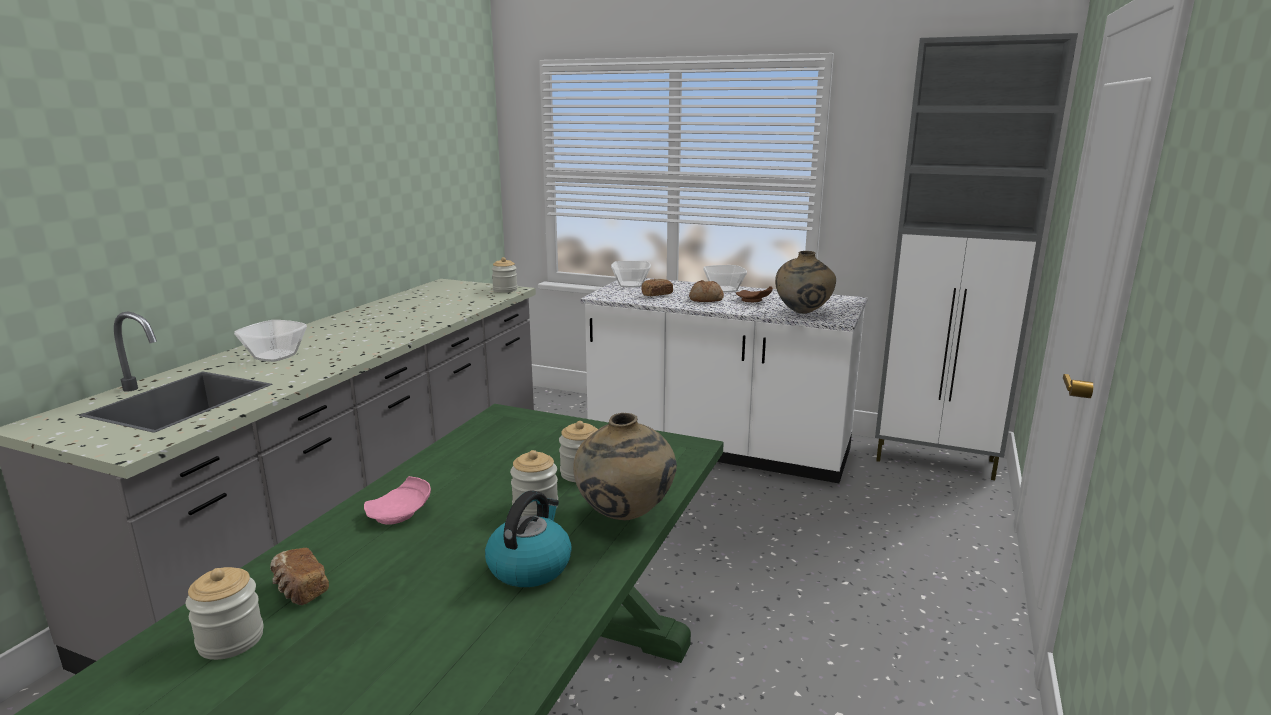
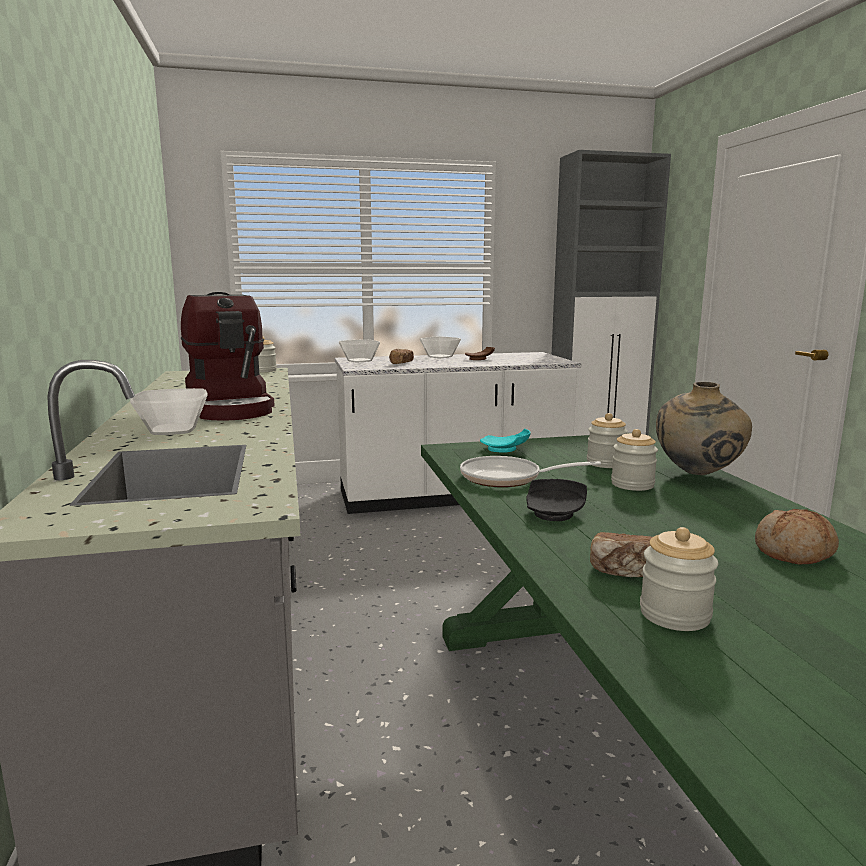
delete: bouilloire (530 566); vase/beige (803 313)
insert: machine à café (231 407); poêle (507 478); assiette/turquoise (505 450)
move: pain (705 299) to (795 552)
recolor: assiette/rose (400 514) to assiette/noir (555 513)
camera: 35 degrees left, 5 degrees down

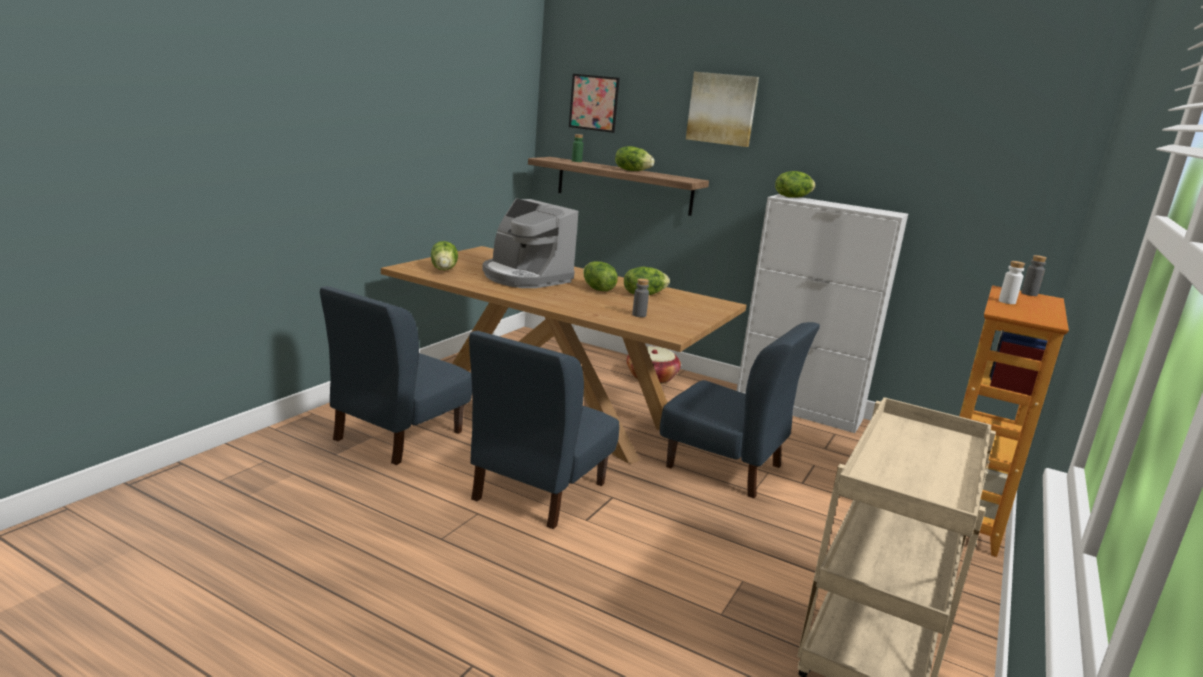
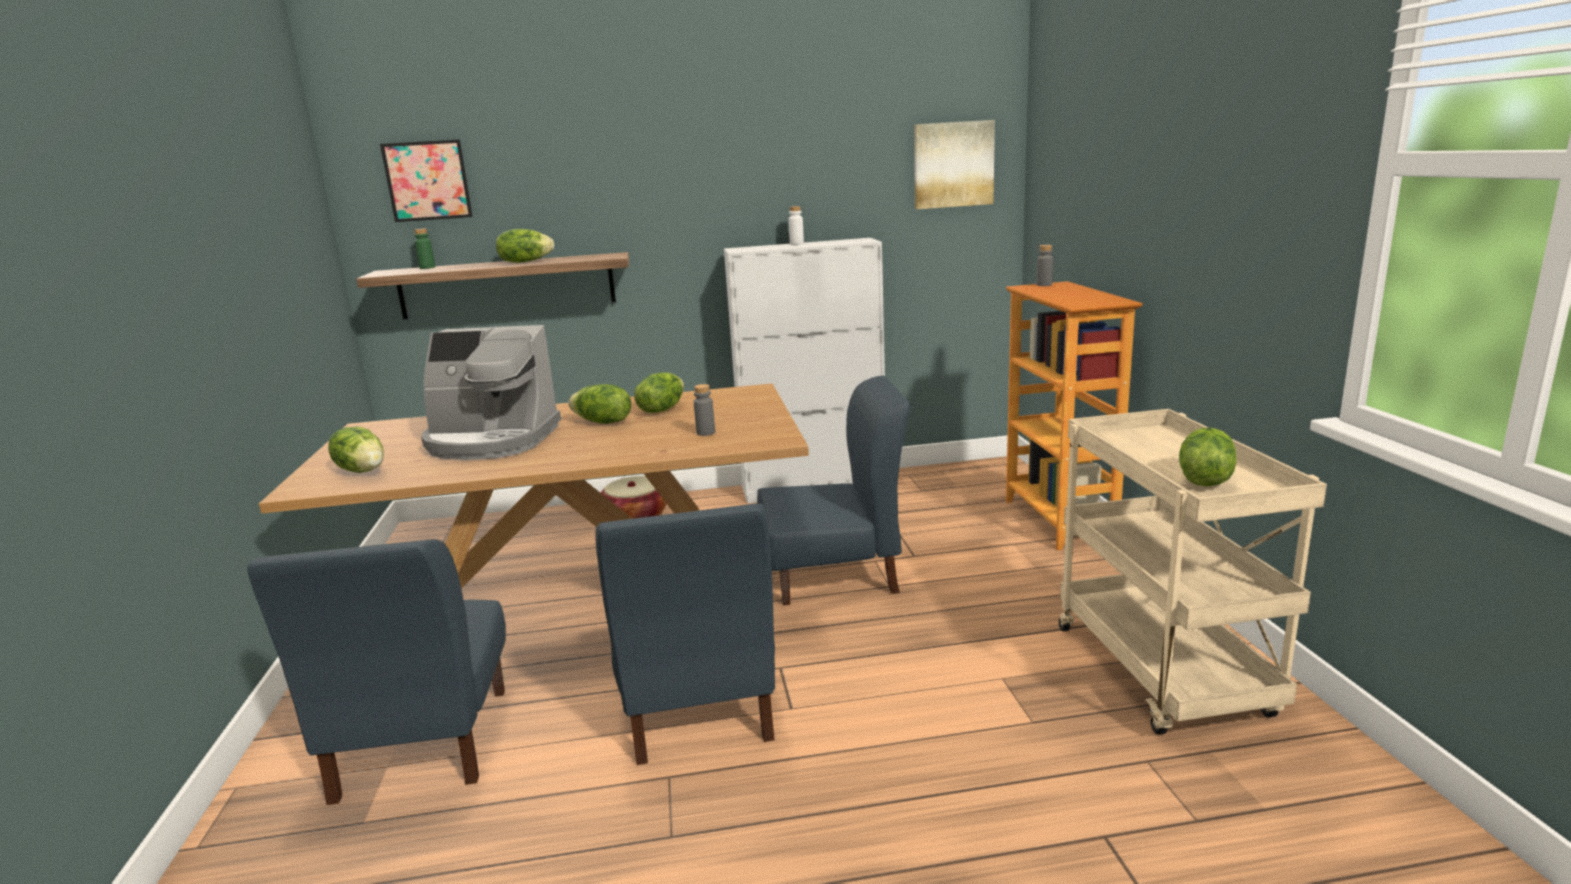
move: tableau (722 109) to (953 164); laitue (792 197) to (1203 479); bouteille/blanc (1007 302) to (796 243)
camera: 35 degrees left, 0 degrees up

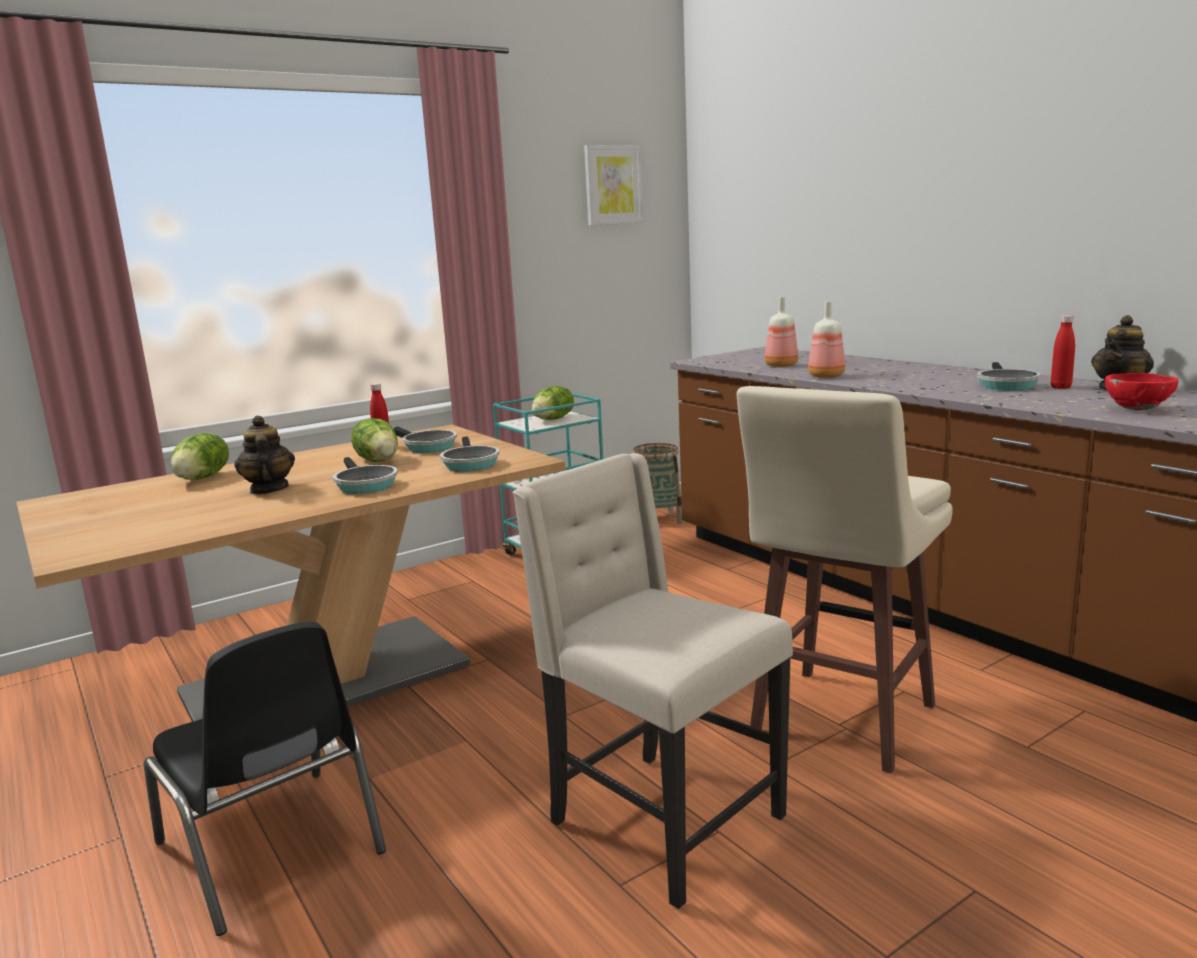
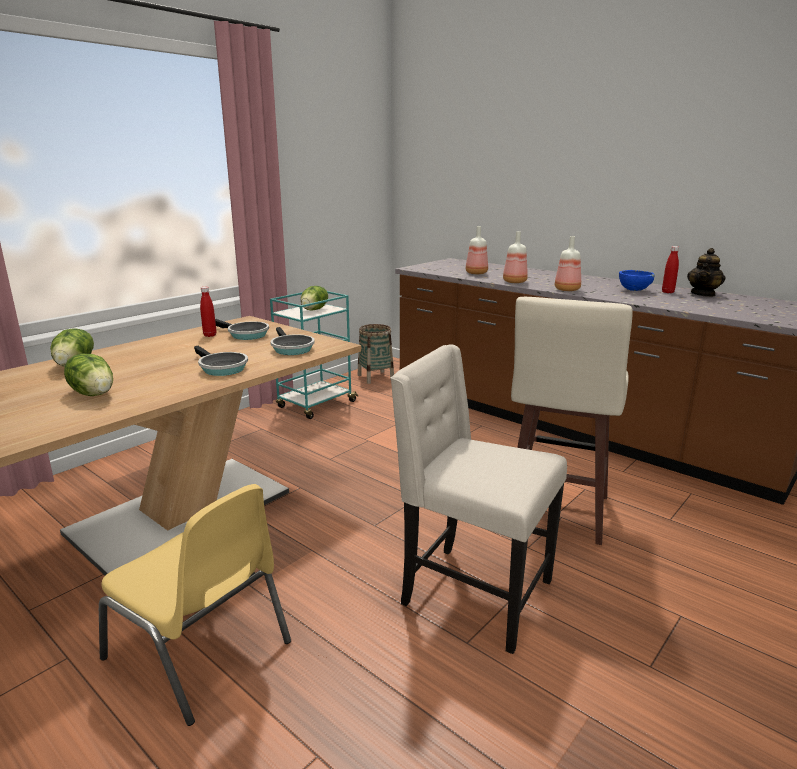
delete: théière (268 490); tableau (613 185); bol/rouge (1137 409)
insert: bouteille (566 289)
move: laitue (379 461) to (94 393)
replace: poêle (1005 385) to bol/bleu (634 290)
recolor: chaise/noir (272 849) to chaise/jaune (200 651)
camera: 15 degrees left, 5 degrees up

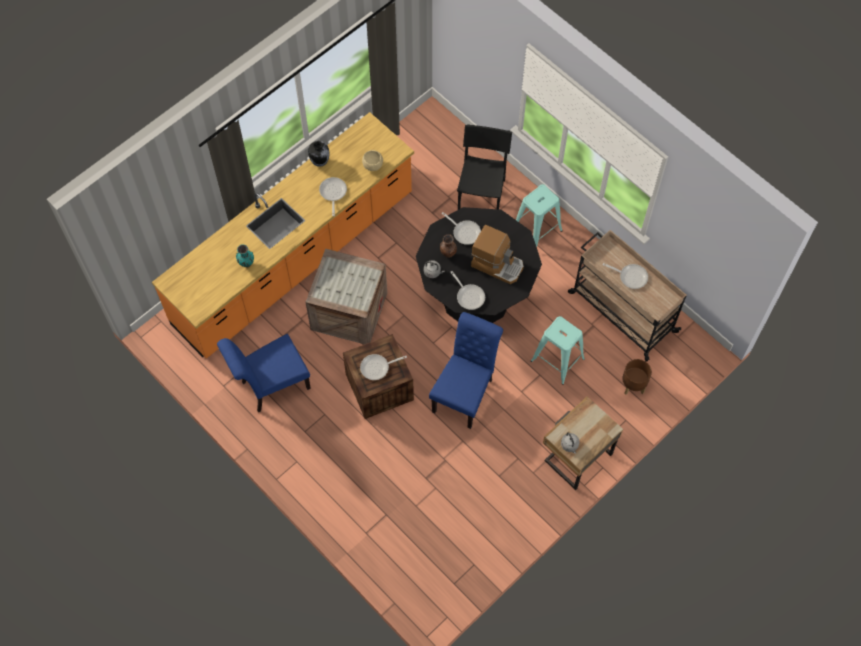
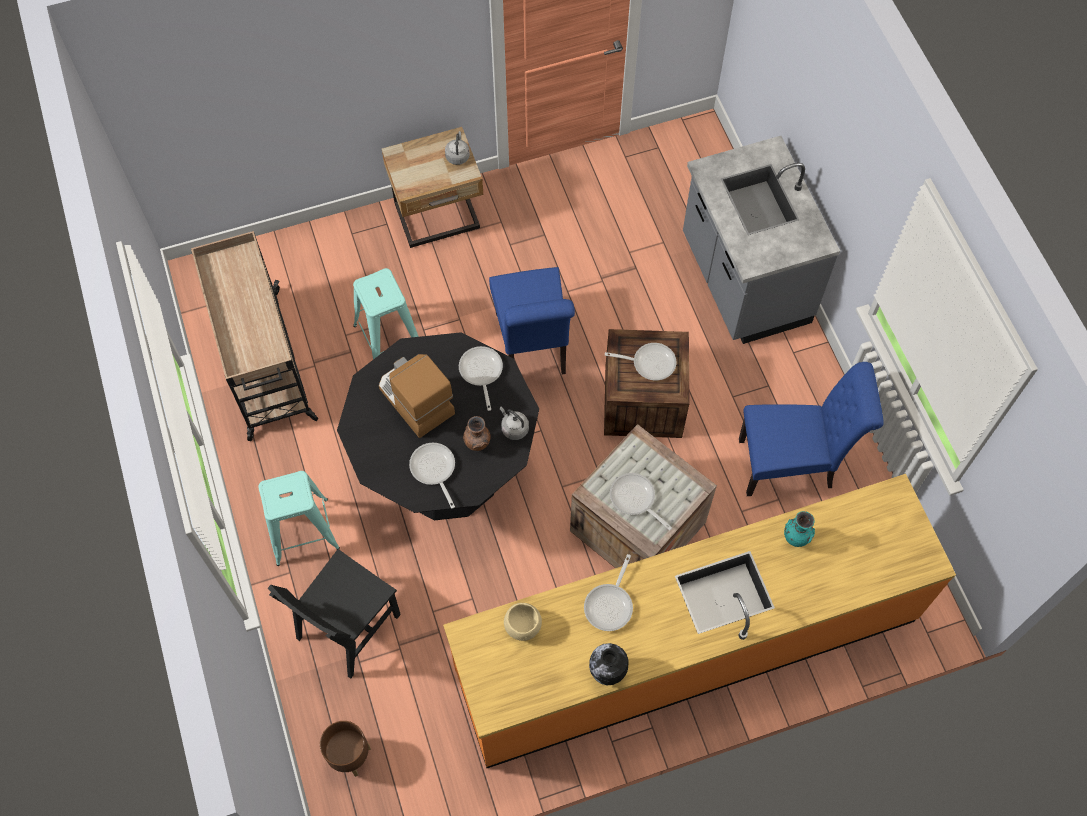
insert: comptoir de cuisine/gris (743 281)
move: poêle (630 276) to (635 499); cache-pot/marron (633 385) to (349 756)
rotate: chaise/bleu (465 392) = (532 348) 60 degrees counterclockwise
camera: 155 degrees left, 0 degrees up

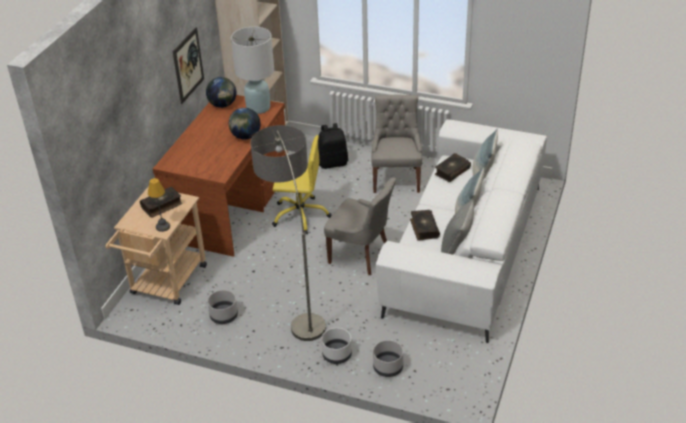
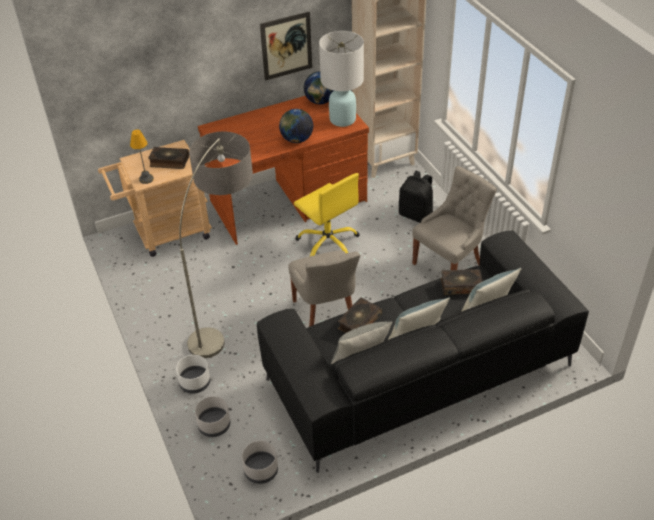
move: cache-pot/gris (224 316) to (260 471)
recolor: canapé/blanc (465 249) to canapé/noir (419 372)
camera: 45 degrees right, 5 degrees up

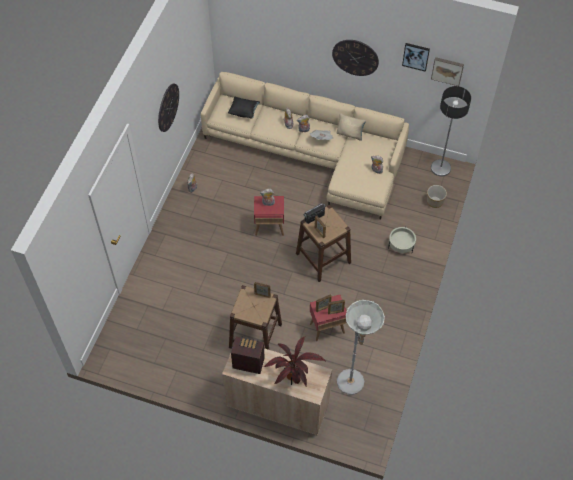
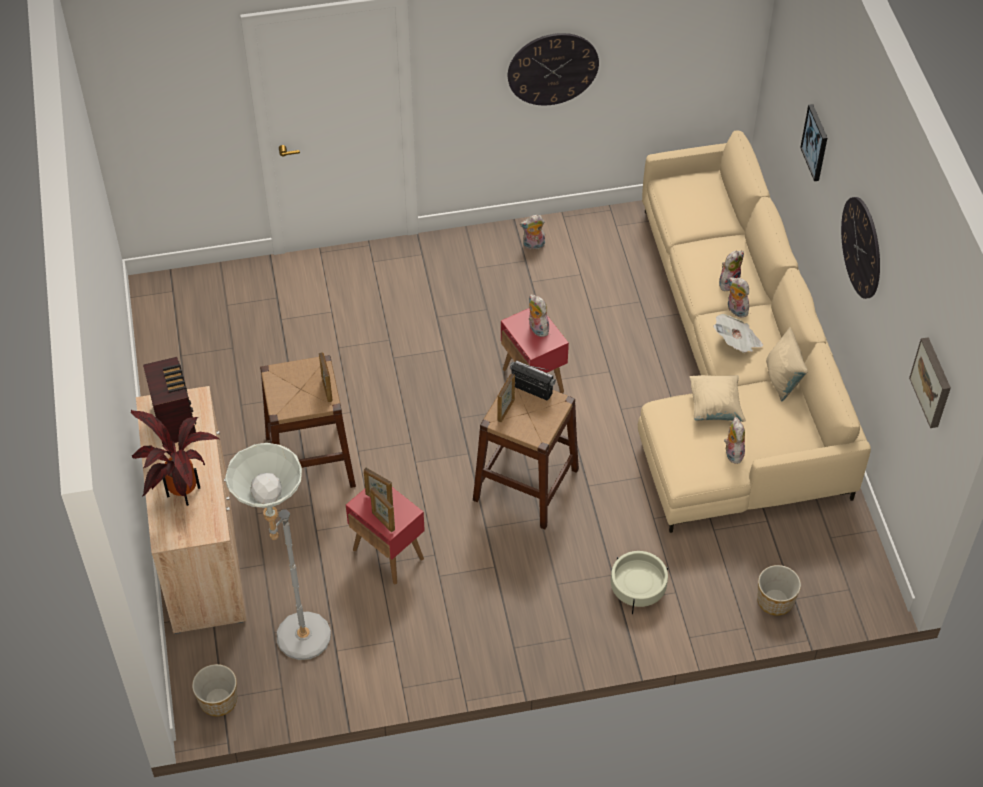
delete: coussin/noir (244 112); lampadaire (441 168)
insert: cache-pot (217 700); coussin/beige (715 407)
move: tableau (416 56) to (816 142)
camera: 60 degrees right, 5 degrees down

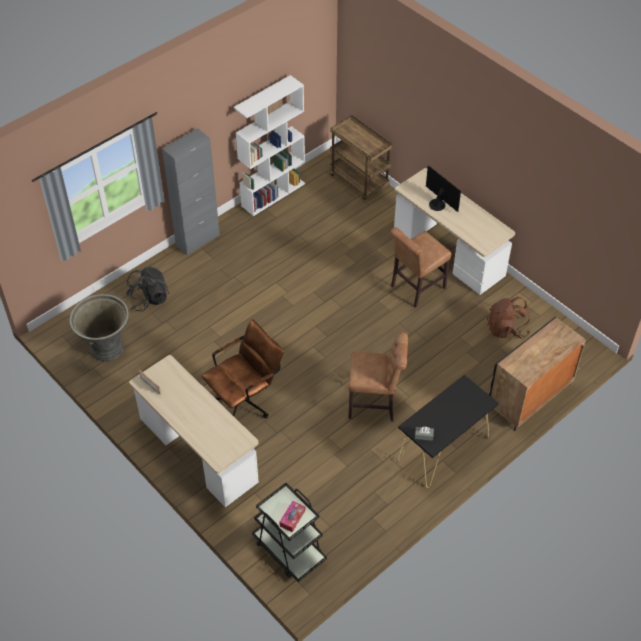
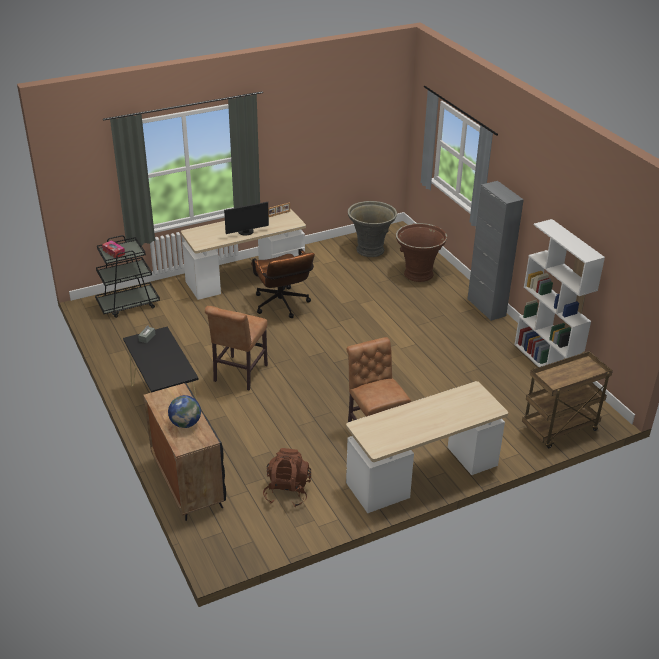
insert: globe (185 423)
move: écran d'ordinateur (438 204) to (246 232)
replace: sac à dos/noir (148 299) to cache-pot/marron (418 274)
camera: 105 degrees right, 15 degrees down

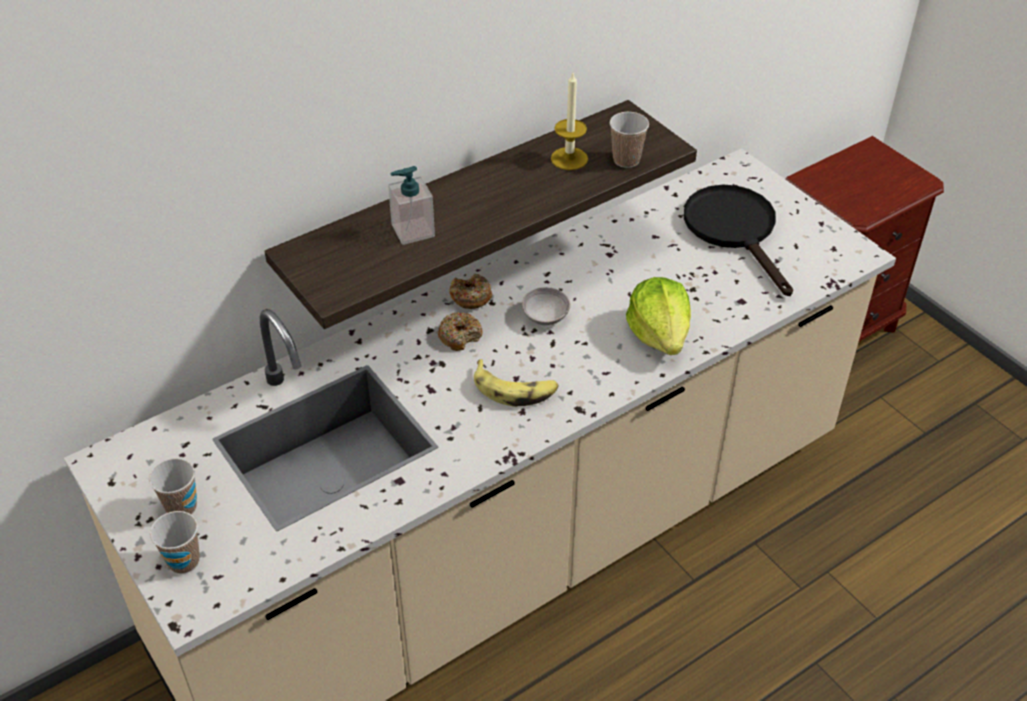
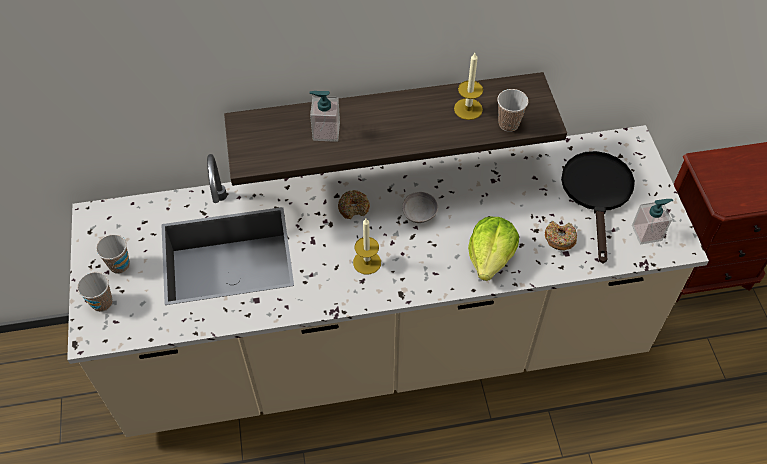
insert: distributeur de savon (647 233)
move: beignet (470 297) to (559 239)
replace: banane (515 389) to bougie (367 262)
camera: 25 degrees right, 10 degrees up

